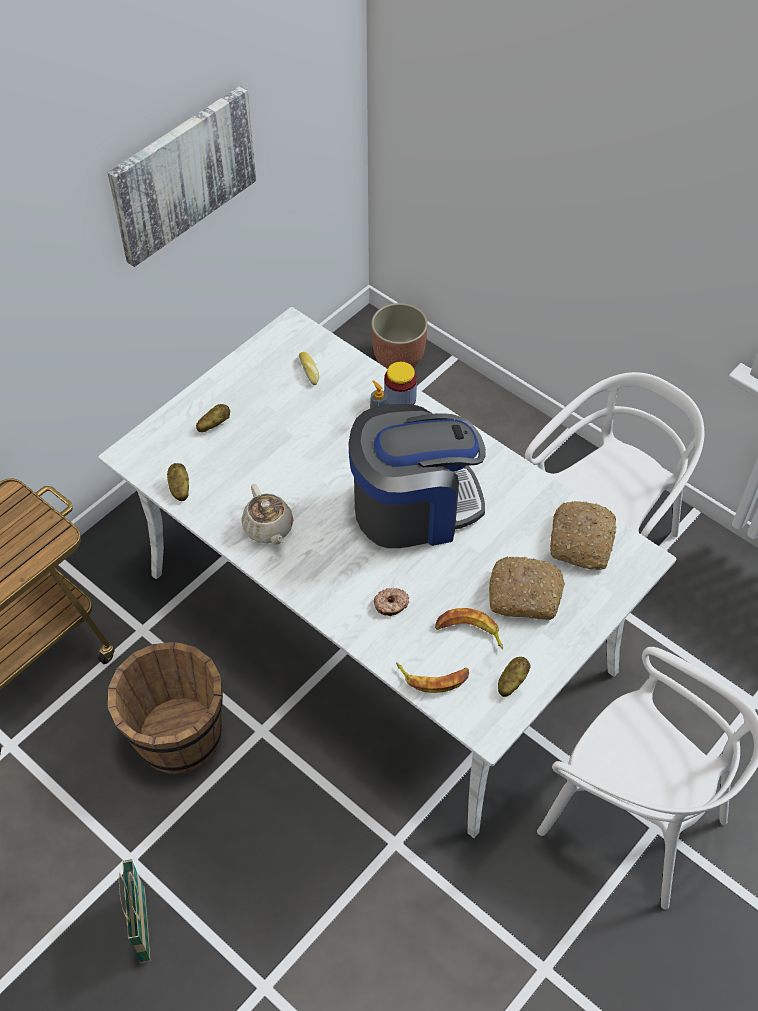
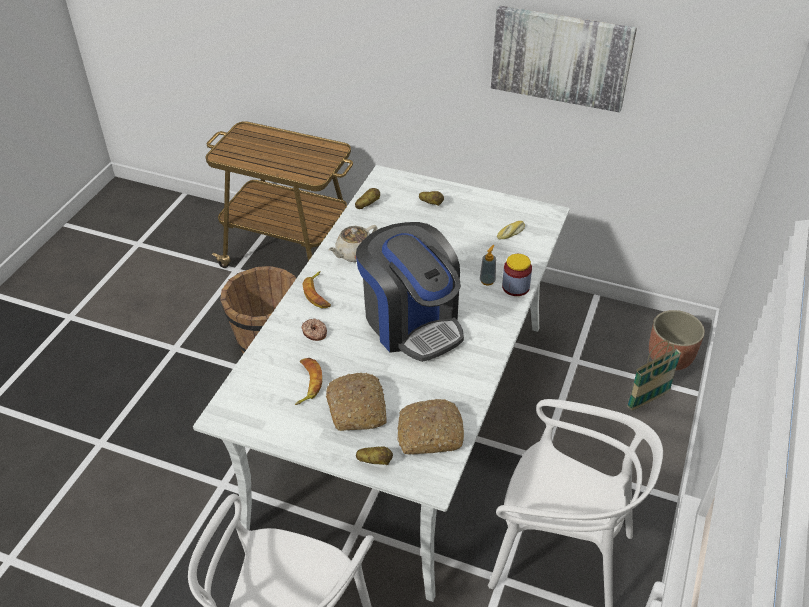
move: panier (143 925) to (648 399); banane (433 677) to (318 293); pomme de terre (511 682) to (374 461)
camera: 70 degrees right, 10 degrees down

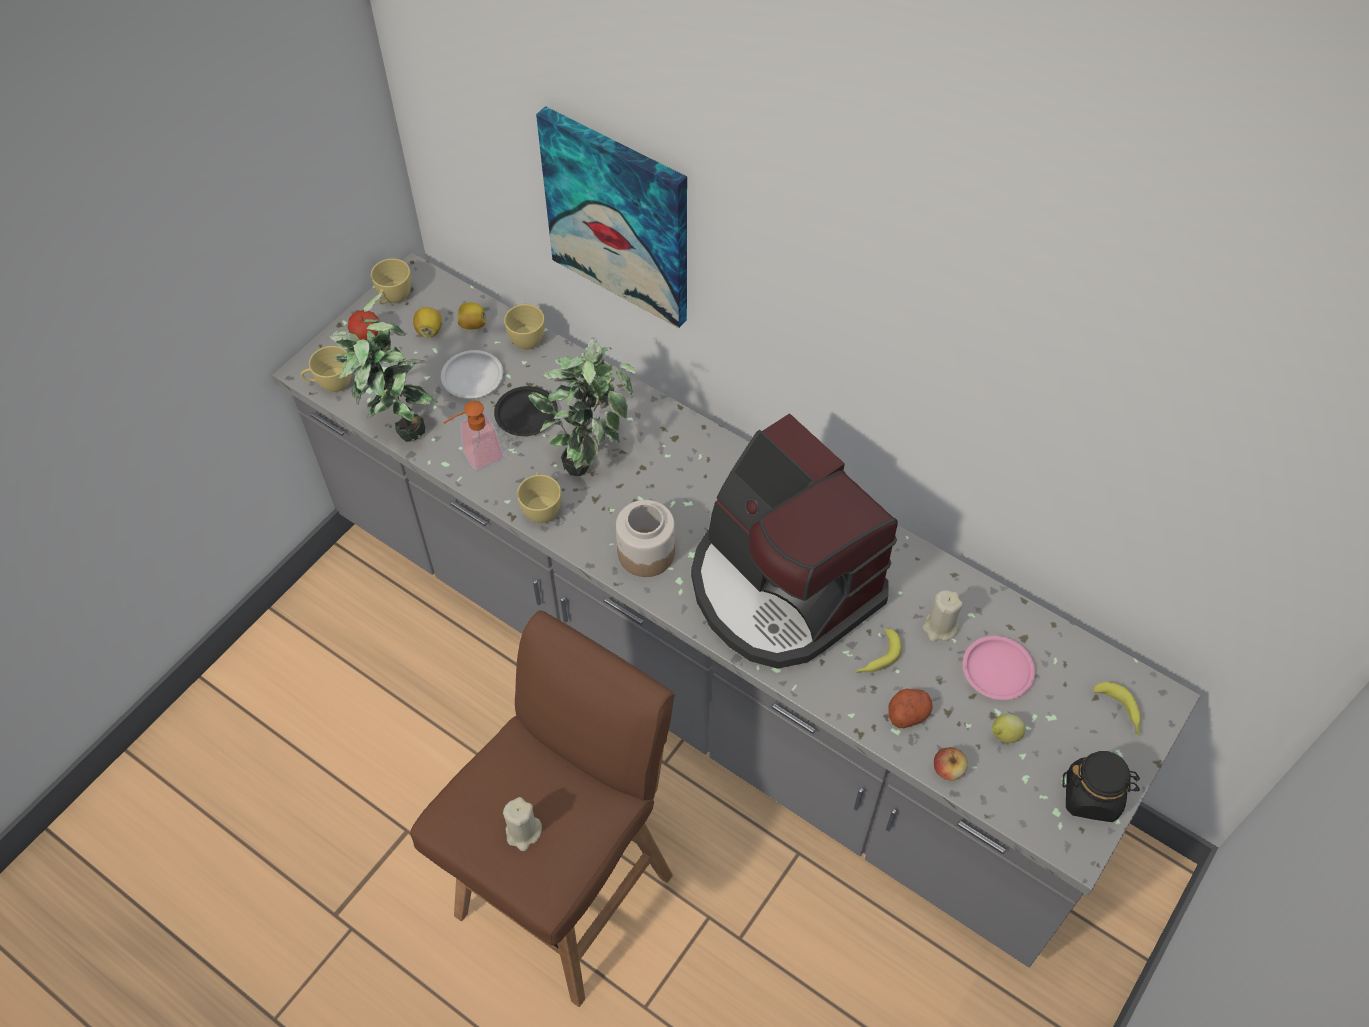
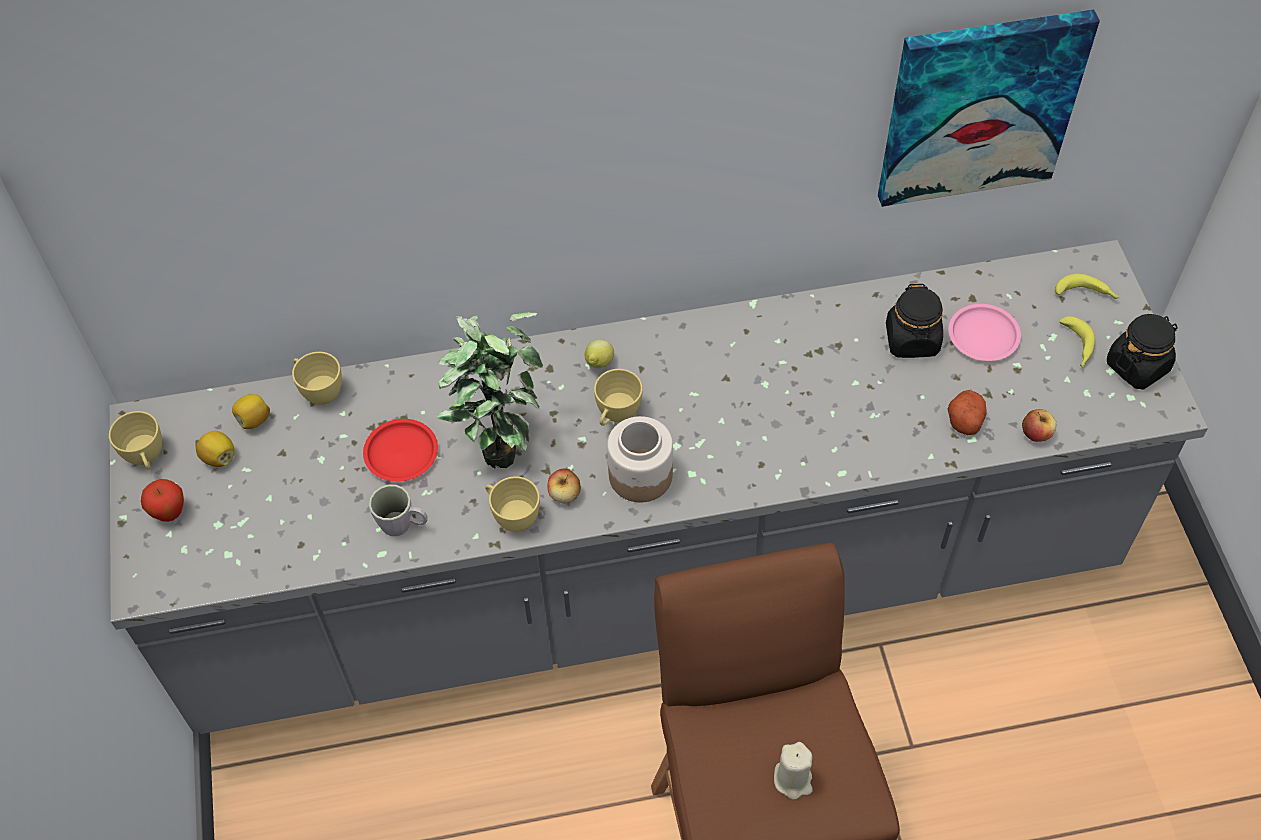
delete: plante en pot (397 426); assiette/blanc (472 378); machine à café (781 587)
insert: pomme (564 494)
move: tasse/jaune (331 384) to (616 415); tableau (618 217) to (979 107); banane (876 657) to (1076 346); citron (1003 736) to (599 364)
replace: distributeur de savon (476 457) to mug/gris (403 525); bougie/beige (940 627) to bocal/noir (912 340)
recolor: assiette/noir (526 415) to assiette/rouge (401 454)
camera: 45 degrees left, 0 degrees up

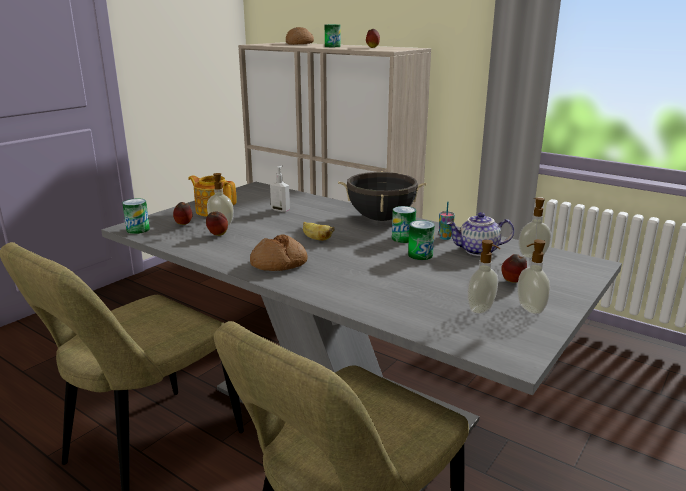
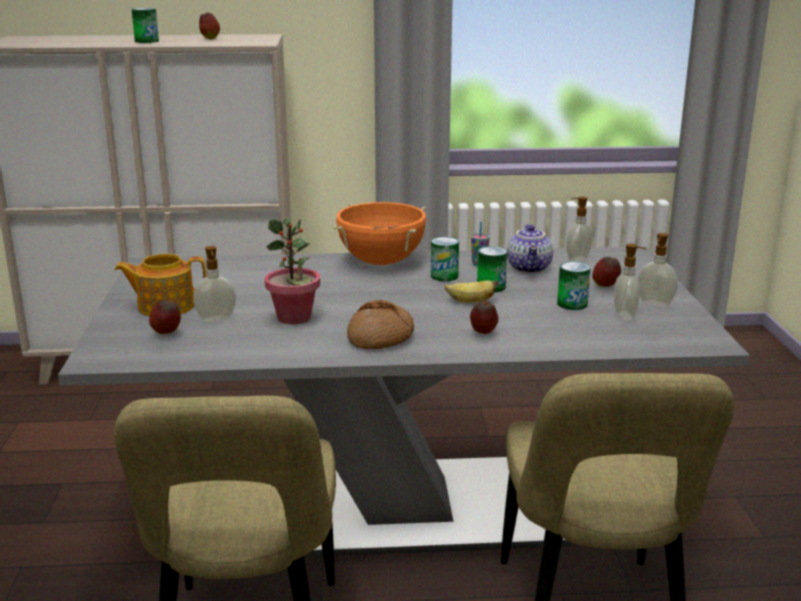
delete: distributeur de savon (280 210); pain (299 44)
insert: plante en pot (294 318)
move: boîte métallique (138 229) to (572 304); pomme (217 235) to (483 333); banane (316 239) to (470 302)
recolor: marmite/noir (381 219) to marmite/orange (381 262)
rotate: théière (478 251) = (530 268) 45 degrees counterclockwise
camera: 40 degrees left, 0 degrees up

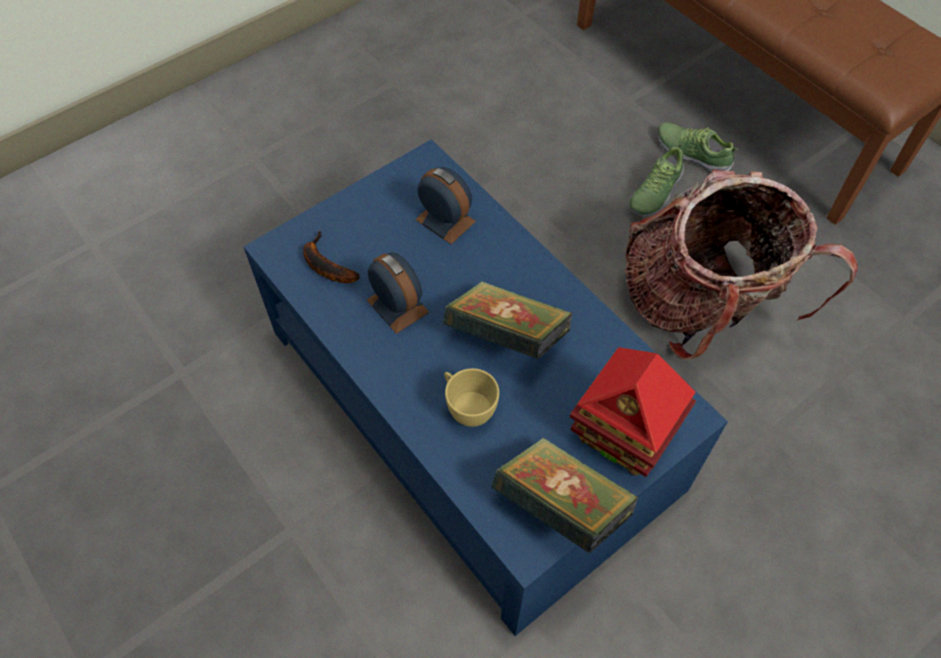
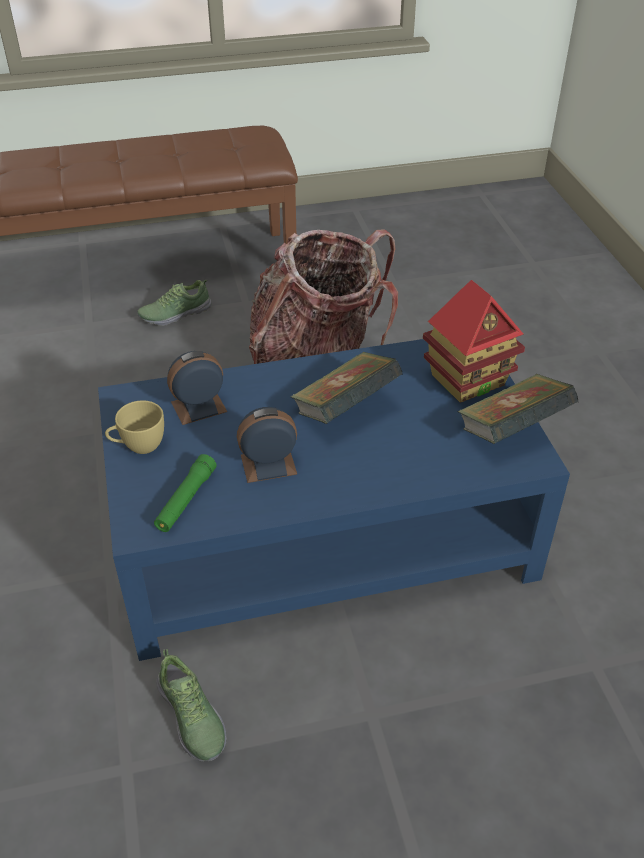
move: tasse/jaune (467 408) to (138 446); chaussure (654 193) to (191 718)
replace: banane (325 265) to lampe de poche/vert (186 500)
camera: 65 degrees left, 15 degrees down

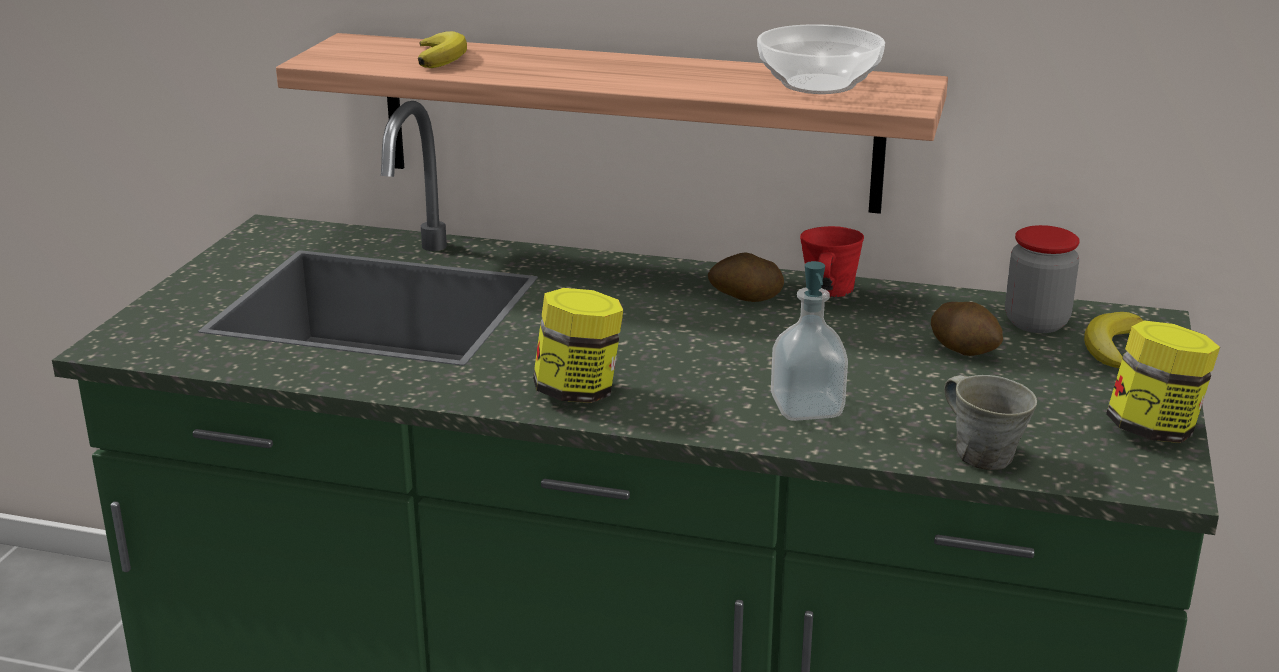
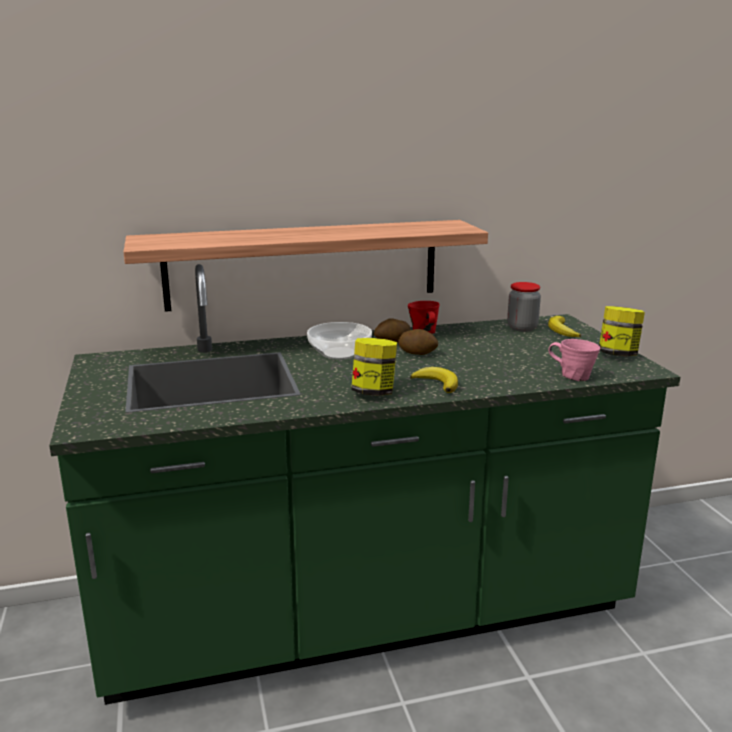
delete: distributeur de savon (807 408)
move: banane (441 57) to (437 383); bol (818 85) to (340 354); pomme de terre (965 349) to (418 353)
recolor: mug/gris (982 454) to mug/rose (573 376)
camera: 30 degrees left, 5 degrees down

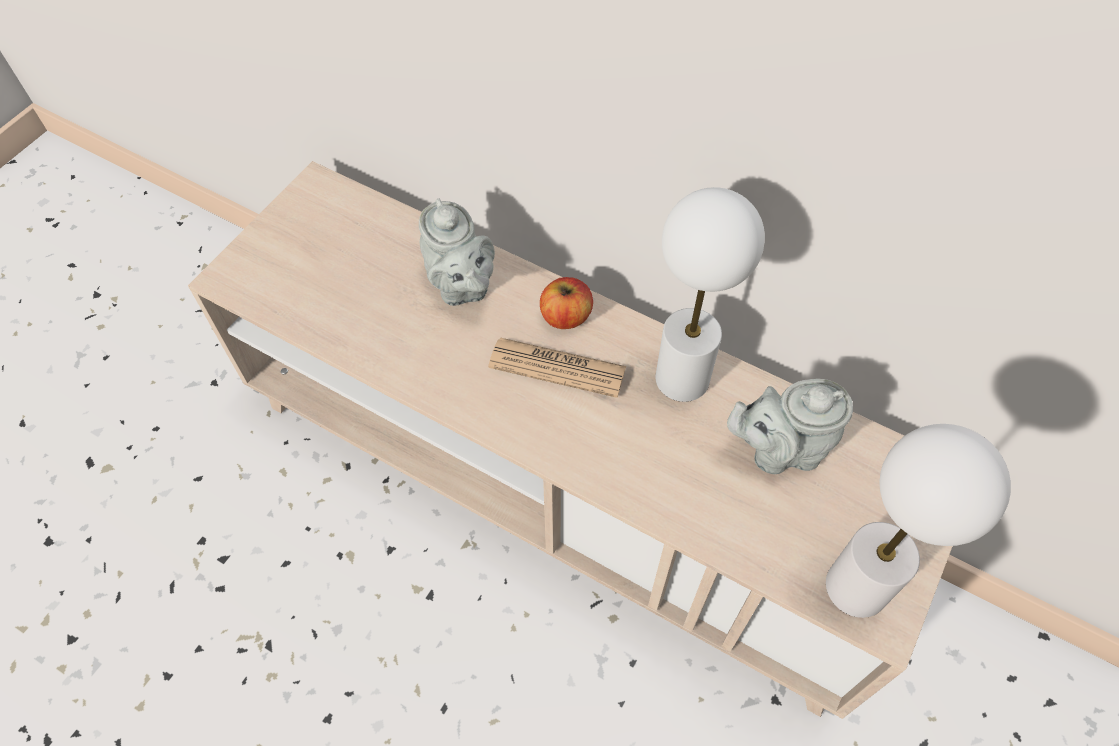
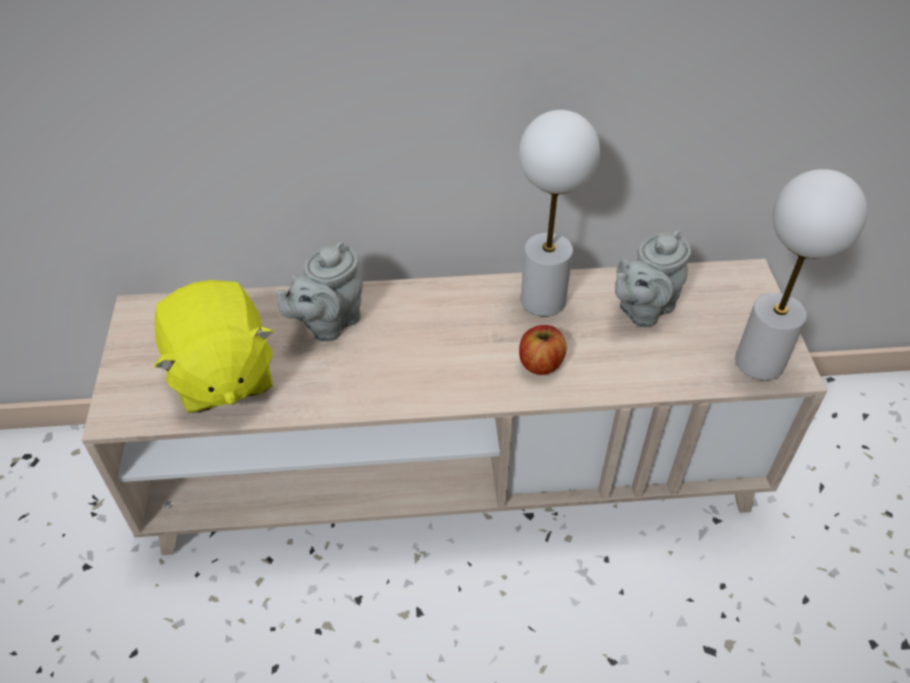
delete: journal (557 368)
insert: peluche/jaune (221 375)
move: pomme (565 316) to (540 363)
rotate: théière/gris (460 287) = (328 323) 105 degrees clockwise
camera: 35 degrees left, 10 degrees down

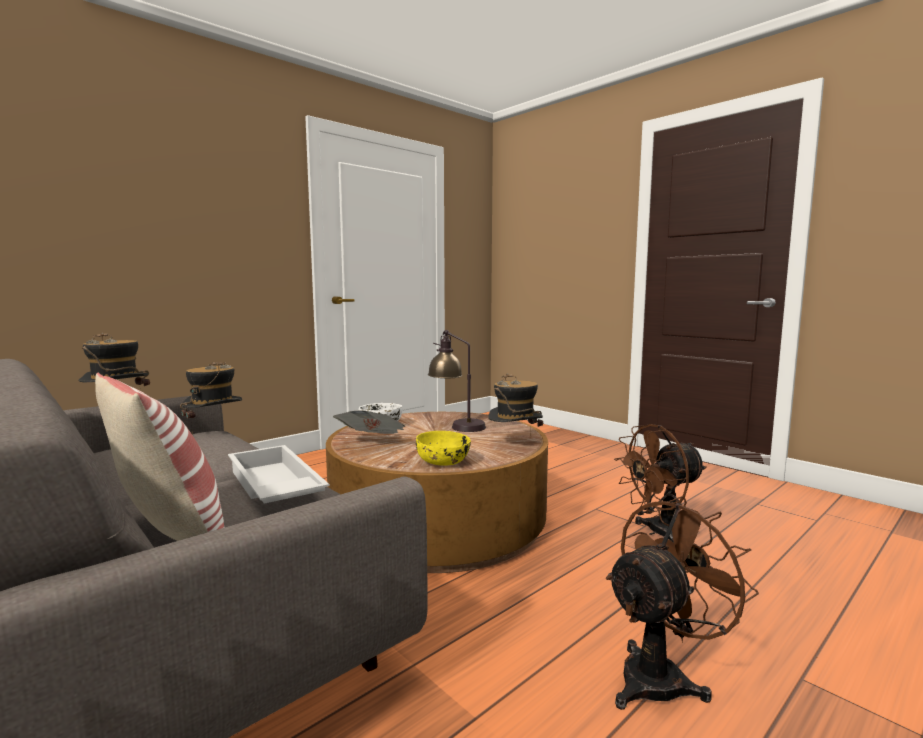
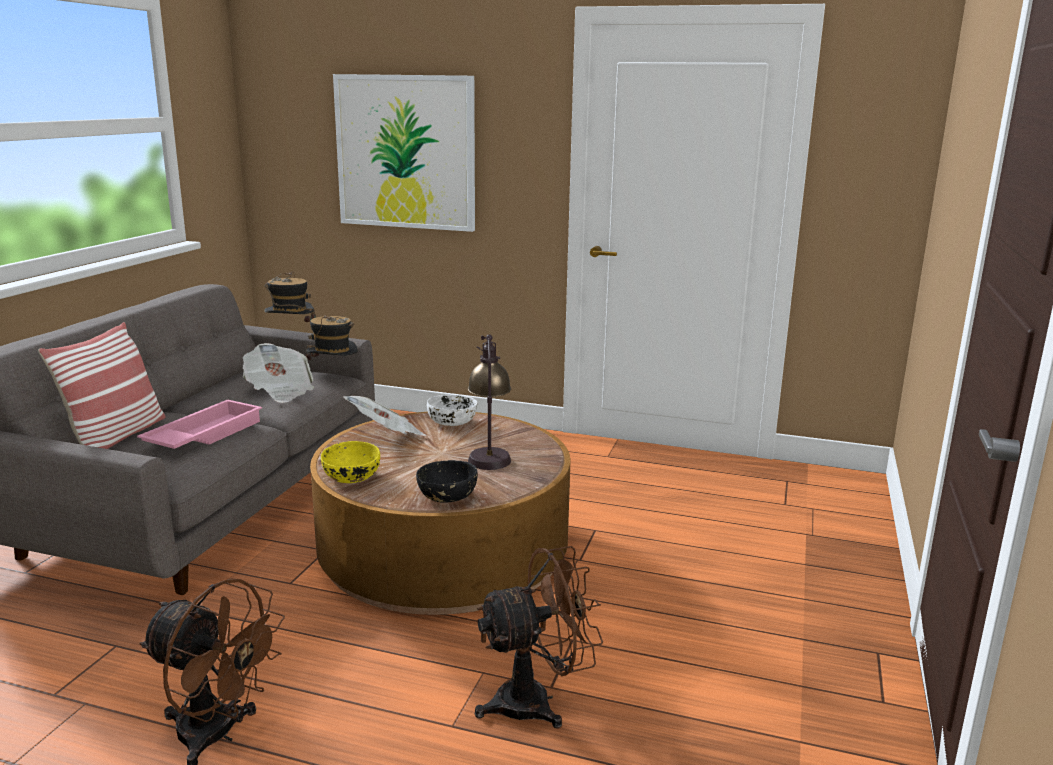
insert: journal (280 391); tableau (406 152)
replace: chapeau (515 443) to bol/noir (447 496)
recolor: plateau/blanc (272 487) to plateau/rose (203 435)
rotate: ventilateur/marron (658 533) = (537 701) 120 degrees clockwise
camera: 60 degrees right, 10 degrees up

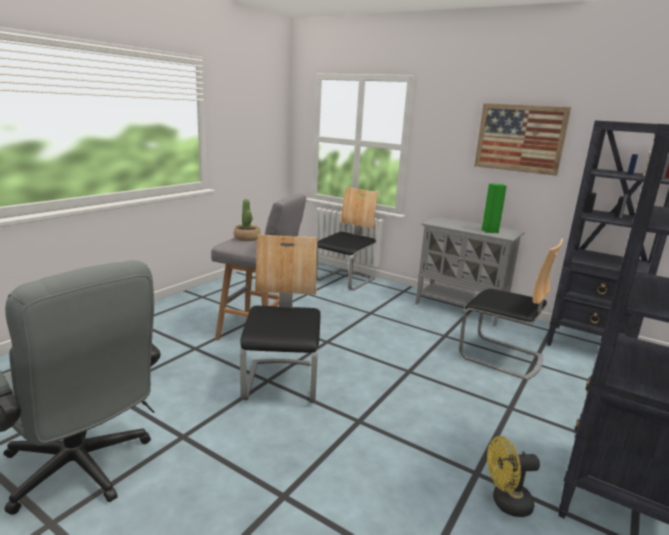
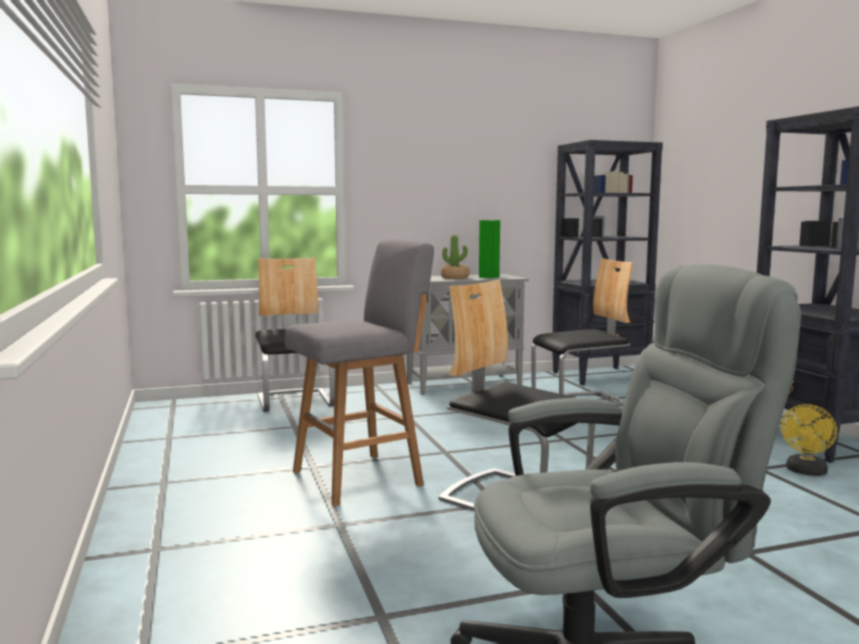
delete: tableau (520 138)
move: plante en pot (247 238) to (455 278)
camera: 50 degrees left, 10 degrees down

